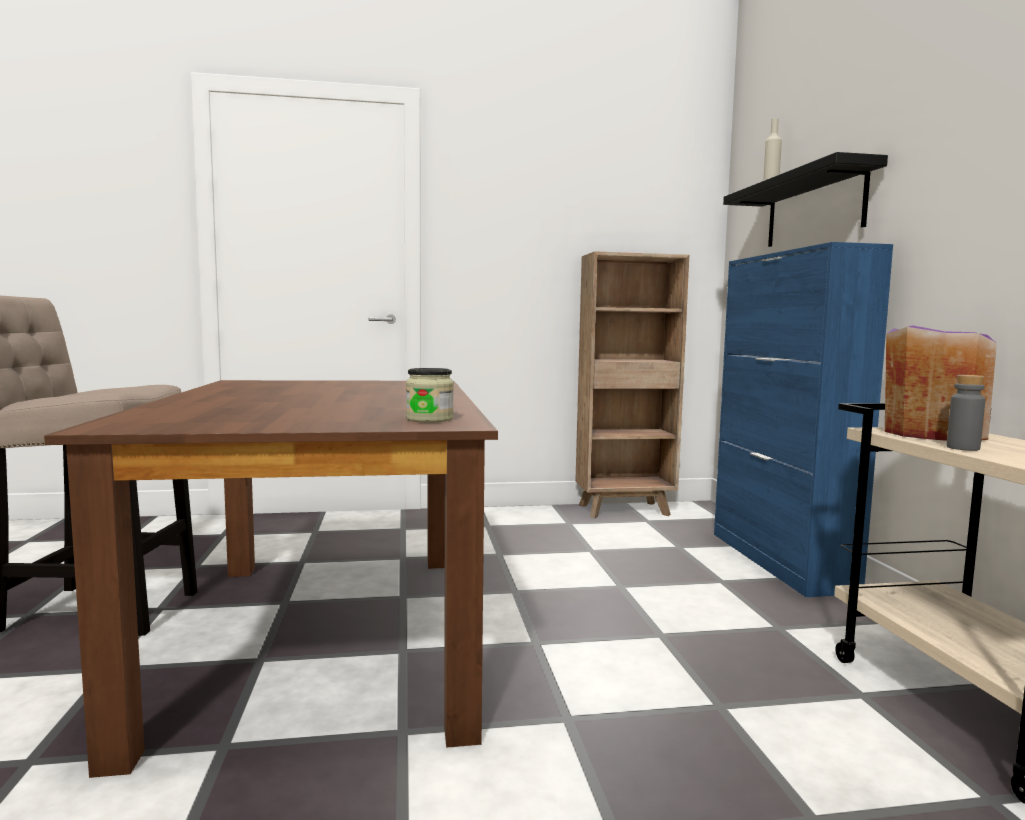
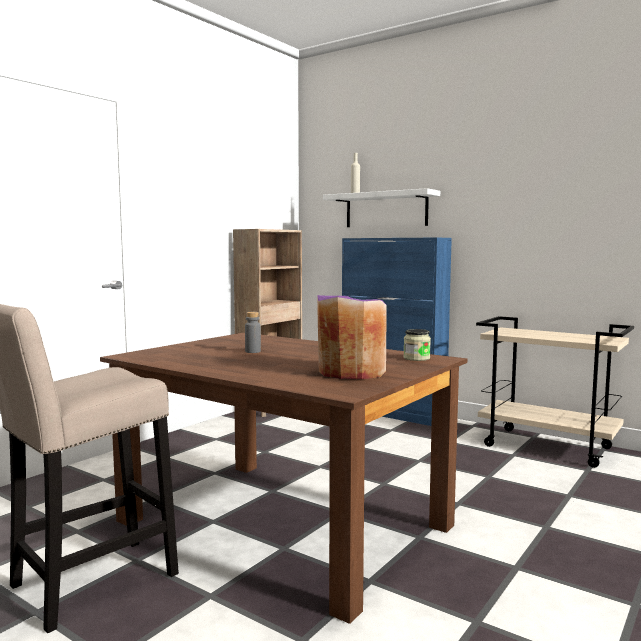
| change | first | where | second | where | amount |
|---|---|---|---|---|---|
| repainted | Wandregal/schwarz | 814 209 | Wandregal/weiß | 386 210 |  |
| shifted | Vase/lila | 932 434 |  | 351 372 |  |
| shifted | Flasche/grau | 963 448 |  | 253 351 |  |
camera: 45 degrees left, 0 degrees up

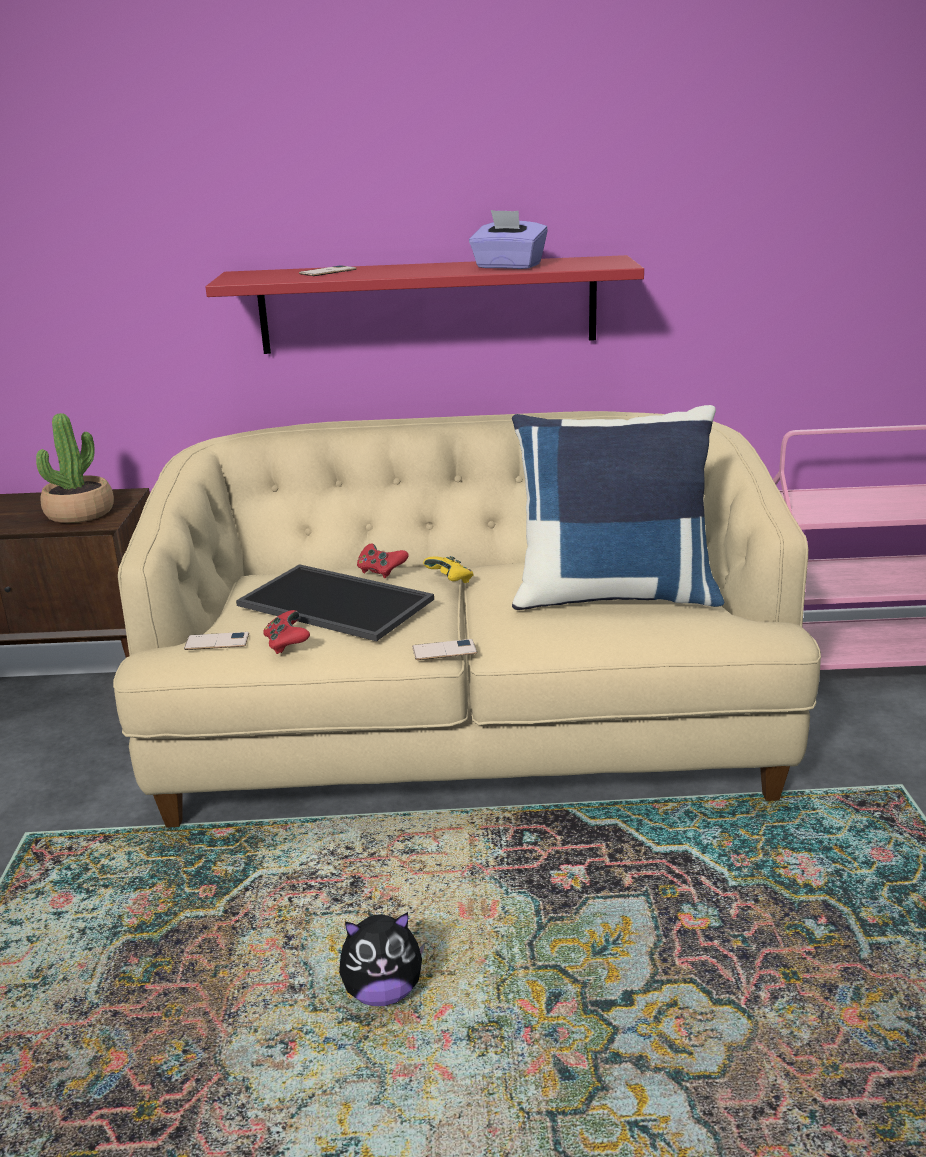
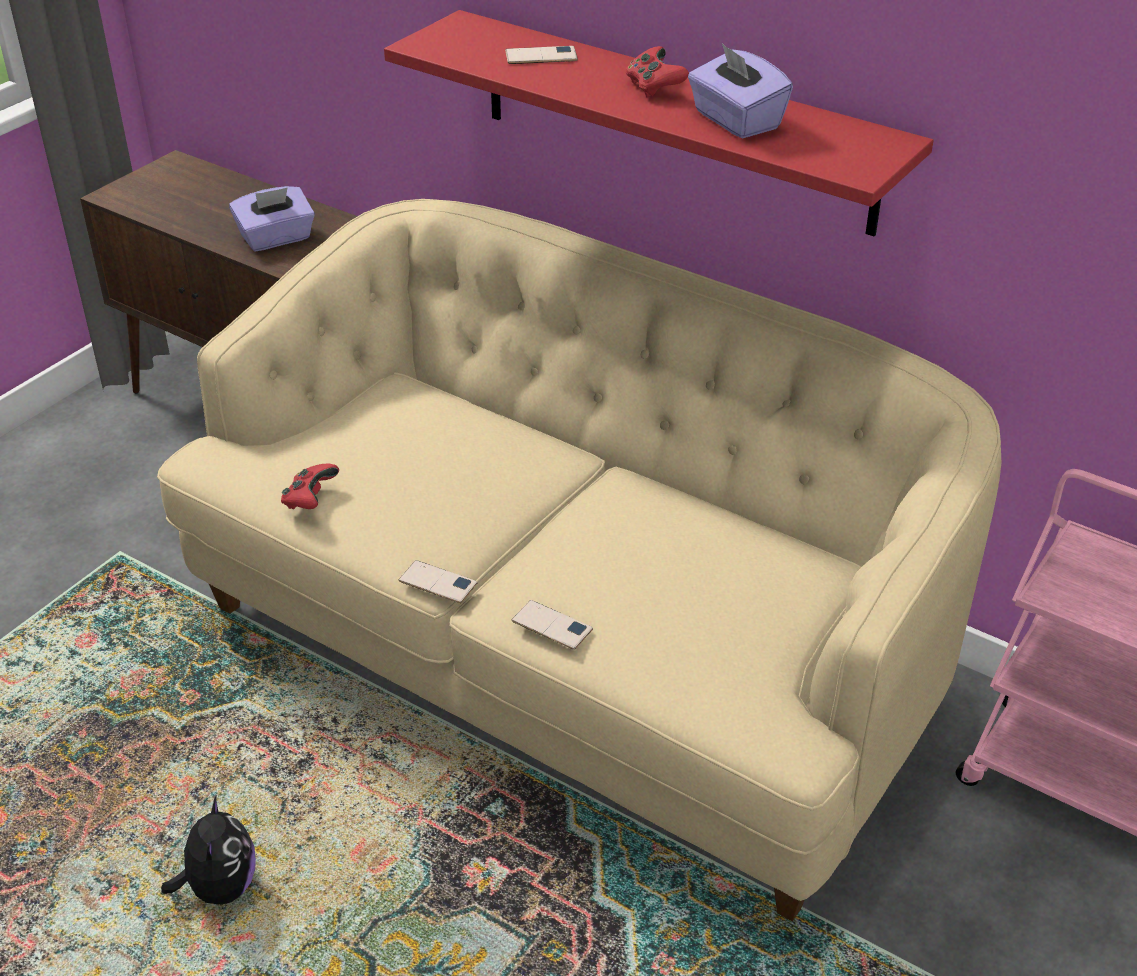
| change | first | where | second | where | amount |
|---|---|---|---|---|---|
| gone | Kissen/blau | 614 594 |  |  |  |
| swapped | Topfpflanze | 80 513 | Taschentuchbox/lila | 276 239 |  |
| shifted | Gamepad/rot | 381 571 |  | 654 87 |  |
| gone | Gamepad/gelb | 450 581 |  |  |  |
| gone | Tablett | 332 603 |  |  |  |
| shifted | Handy | 217 642 |  | 552 625 |  |
| rotated | Plüschtier | 383 992 |  | 220 887 | 120 degrees counterclockwise |
camera: 35 degrees right, 15 degrees up

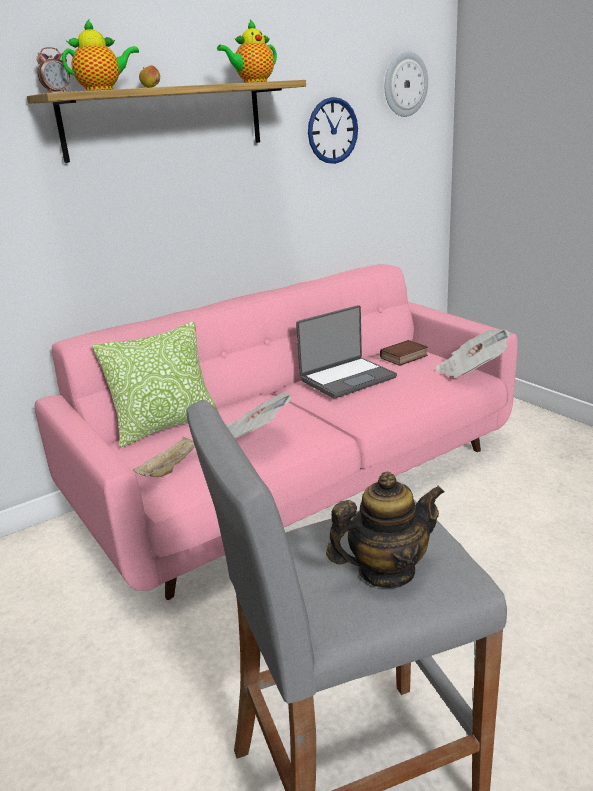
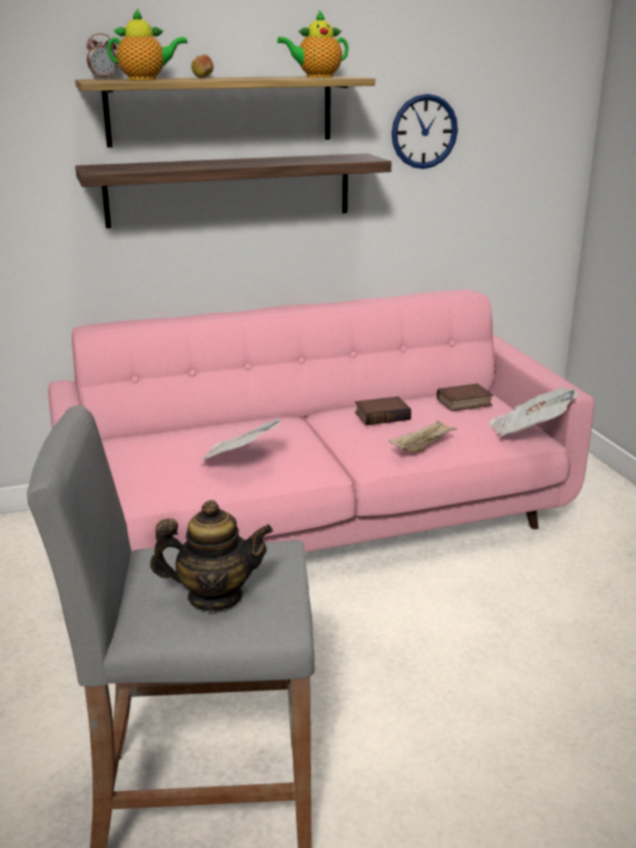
| change | first | where | second | where | amount |
|---|---|---|---|---|---|
| gone | Wanduhr | 405 84 |  |  |  |
| swapped | Laptop | 347 378 | Buch | 382 415 |  |
| gone | Kissen | 166 426 |  |  |  |
| shifted | Tablett/beige | 171 467 |  | 422 447 |  |
| new |  |  | Wandregal | 230 190 |  |
camera: 15 degrees right, 0 degrees up

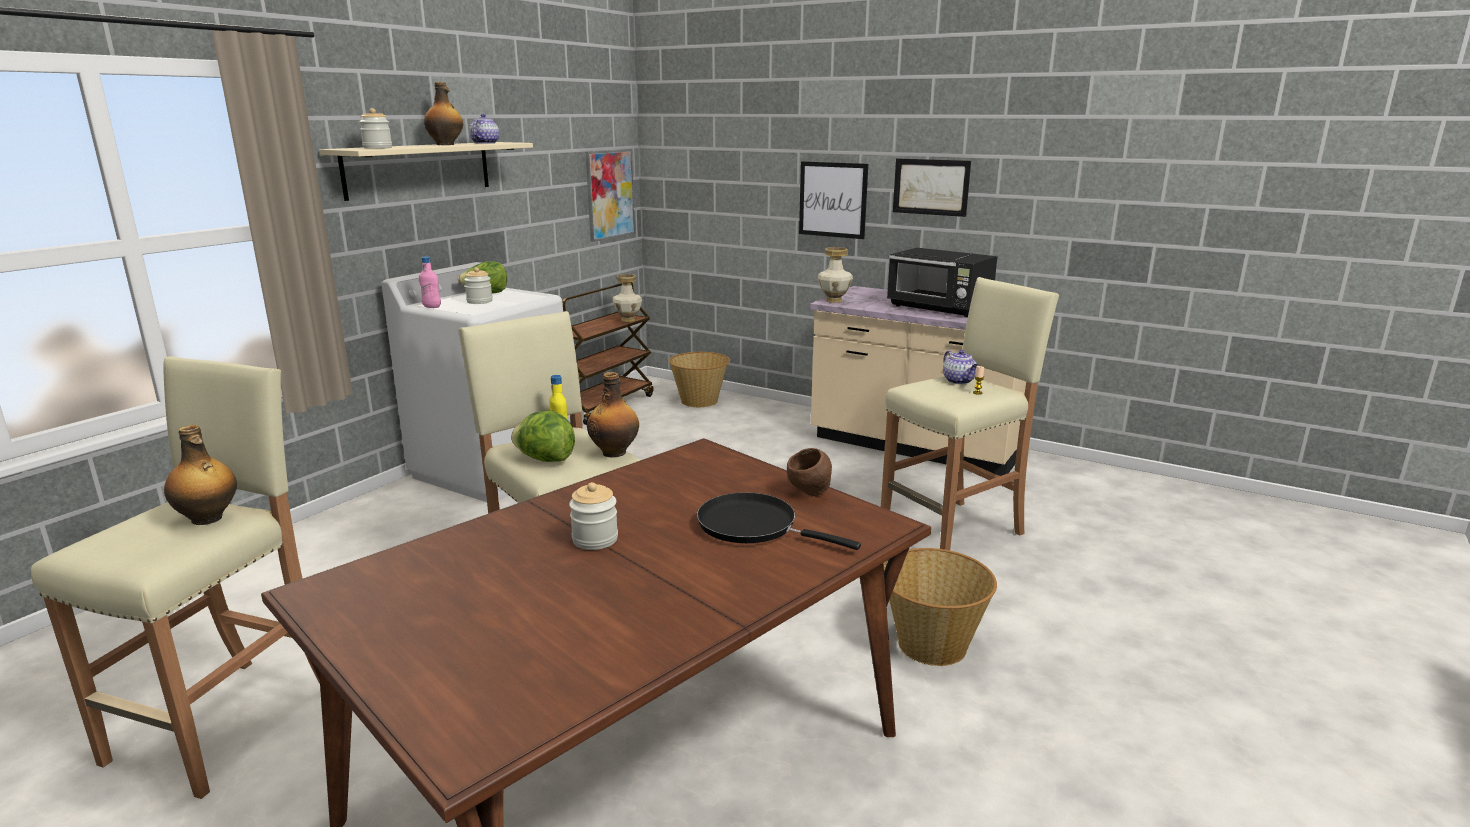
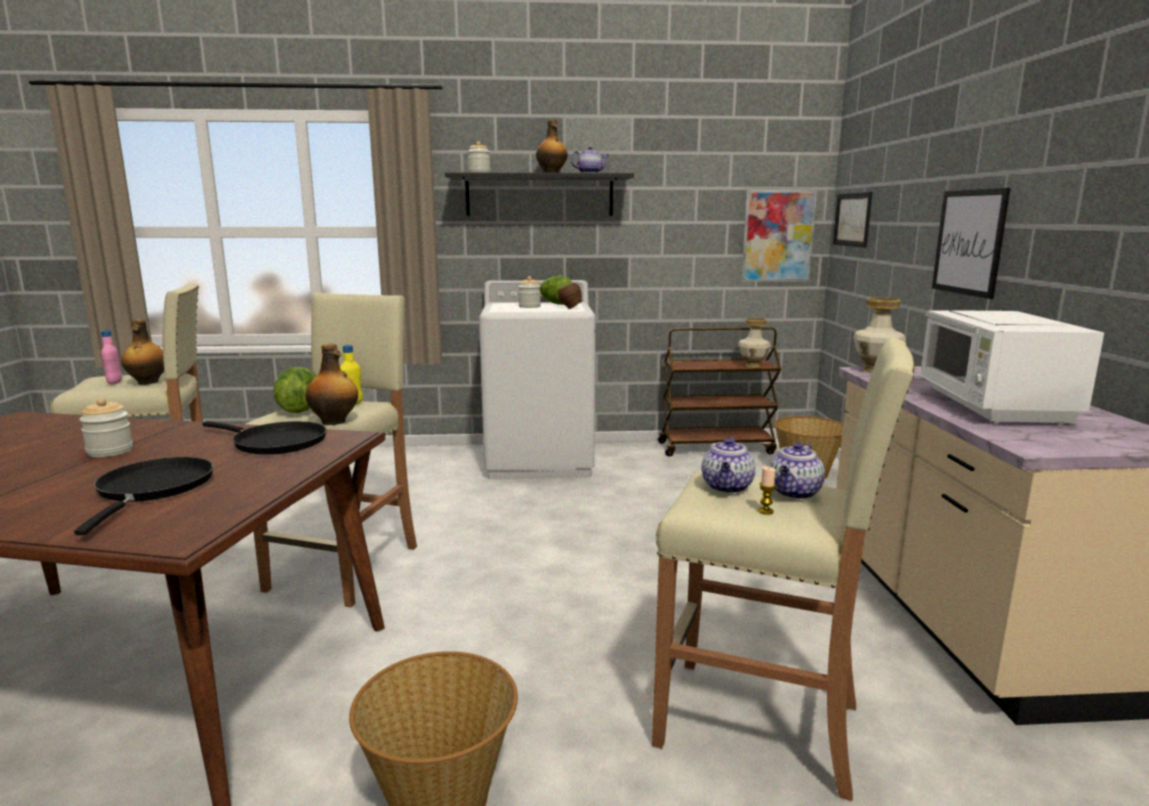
| change | first | where | second | where | amount |
|---|---|---|---|---|---|
| repainted | Wandregal/beige | 419 169 | Wandregal/schwarz | 539 195 |  |
| shifted | Bild | 931 187 |  | 852 219 |  |
| repainted | Mikrowelle/schwarz | 939 308 | Mikrowelle/weiß | 992 407 |  |
| shifted | Flasche/rosa | 432 307 |  | 114 382 |  |
| shifted | Schüssel/braun | 809 494 |  | 570 308 |  |
| new |  |  | Pfanne/schwarz | 275 442 |  |
| new |  |  | Teekanne | 727 487 |  |
camera: 55 degrees right, 5 degrees down

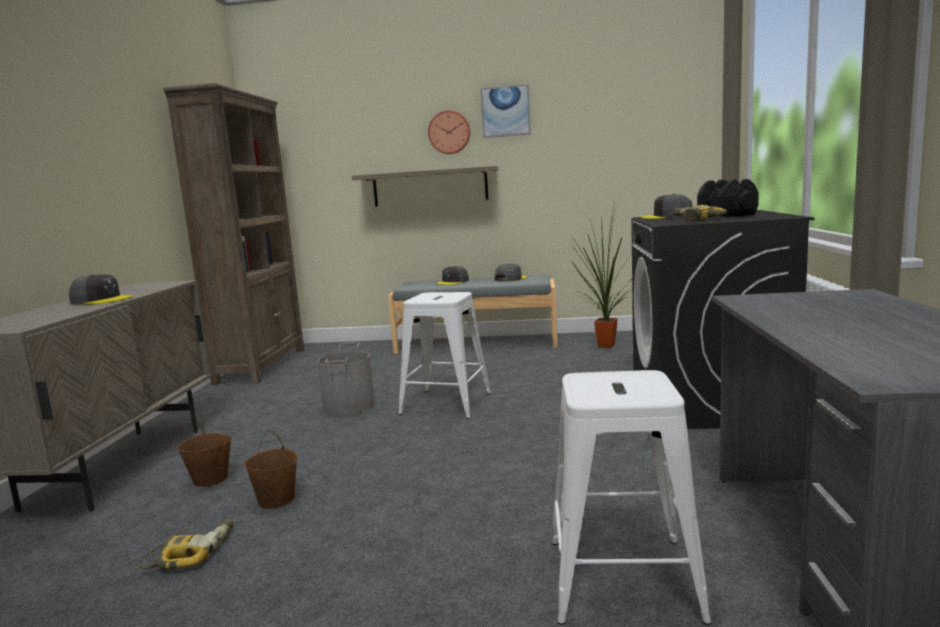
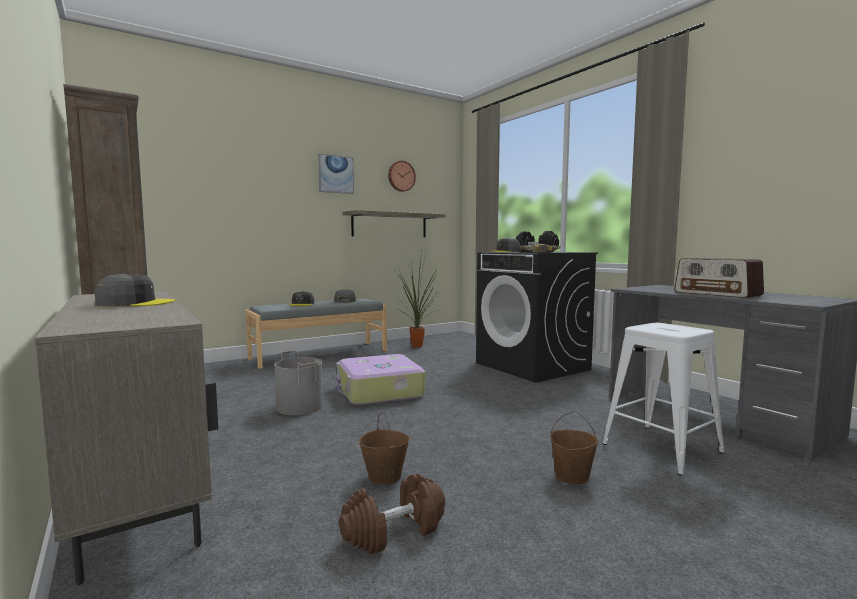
| change | first | where | second | where | amount |
|---|---|---|---|---|---|
| shifted | Wanduhr | 449 132 |  | 401 176 |  |
| shifted | Wandregal | 430 187 |  | 390 225 |  |
| swapped | Hocker/weiß | 445 403 | Koffer | 379 392 |  |
| shifted | Eimer/braun | 210 479 |  | 571 477 |  |
| swapped | Bohrmaschine | 192 552 | Hantel/braun | 394 531 |  |
| new |  |  | Radio | 717 294 |  |
camera: 40 degrees left, 5 degrees down

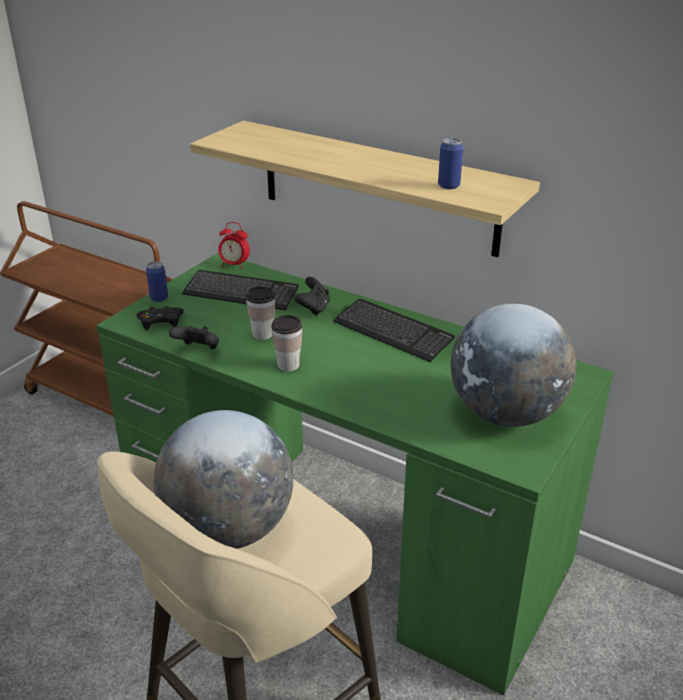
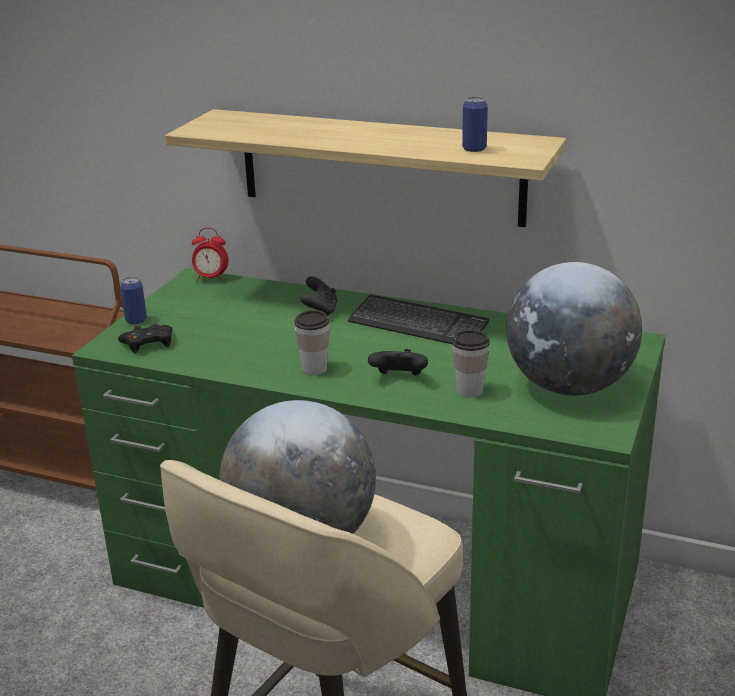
| change | first | where | second | where | amount |
|---|---|---|---|---|---|
| gone | Tastatur | 241 292 |  |  |  |
| shifted | Tasse | 262 334 |  | 469 390 |  |
| shifted | Gamepad/schwarz | 198 350 |  | 399 378 |  |
camera: 10 degrees left, 5 degrees down

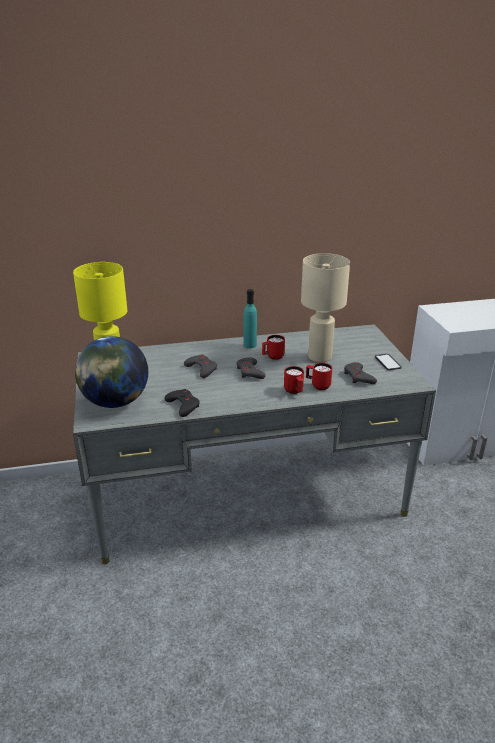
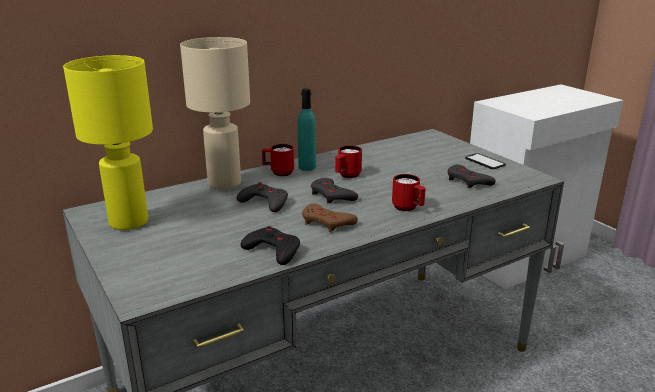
| change | first | where | second | where | amount |
|---|---|---|---|---|---|
| shifted | Tischlampe/beige | 319 357 |  | 223 183 |  |
| gone | Globus | 115 402 |  |  |  |
| shifted | Henkelbecher/rot | 318 385 |  | 278 172 |  |
| new |  |  | Gamepad/braun | 327 222 |  |
camera: 20 degrees left, 5 degrees down

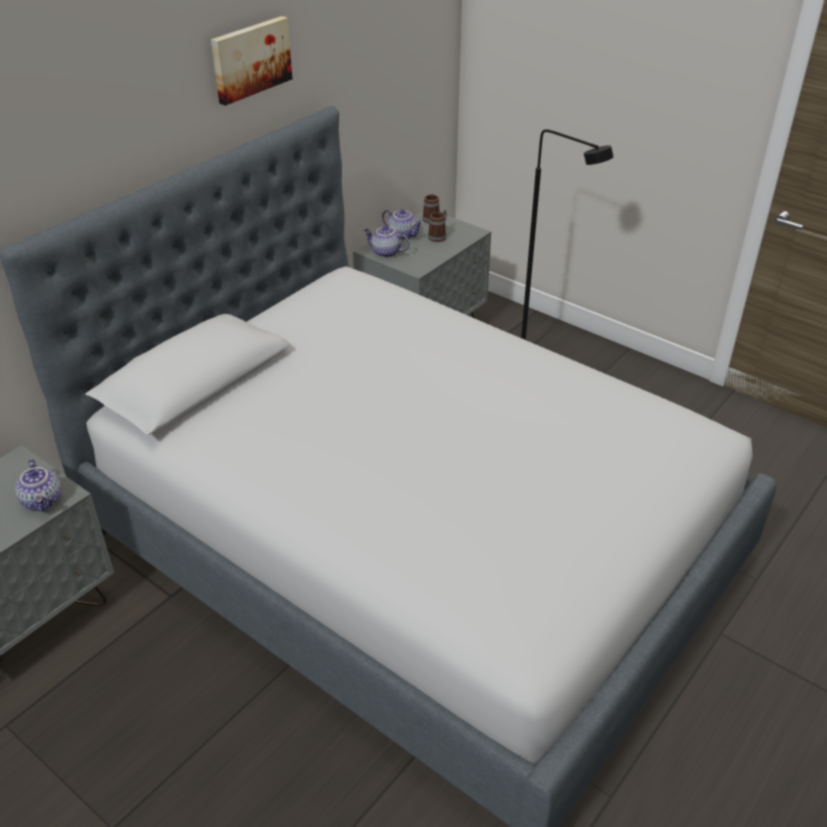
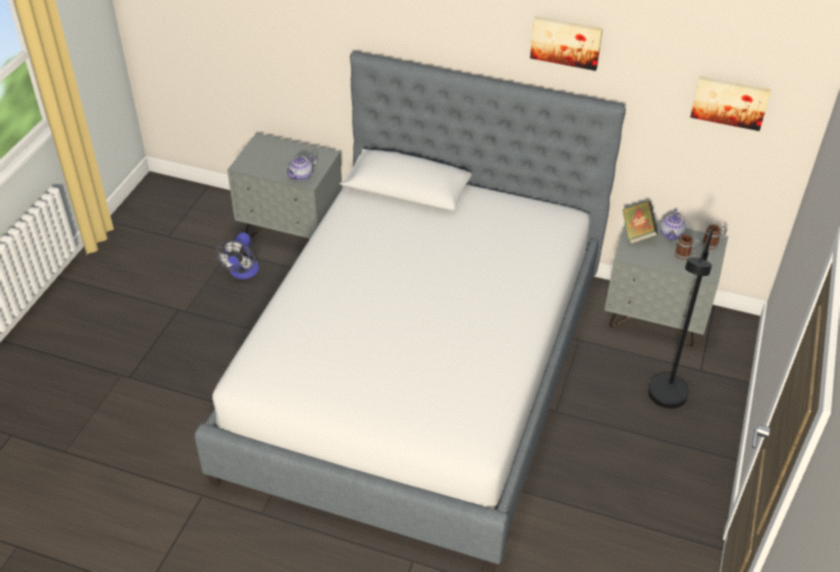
| change | first | where | second | where | amount |
|---|---|---|---|---|---|
| swapped | Teekanne | 385 253 | Buch | 637 232 |  |
| new |  |  | Bild | 730 102 |  |
| new |  |  | Ventilator | 242 273 |  |
camera: 70 degrees right, 5 degrees up

